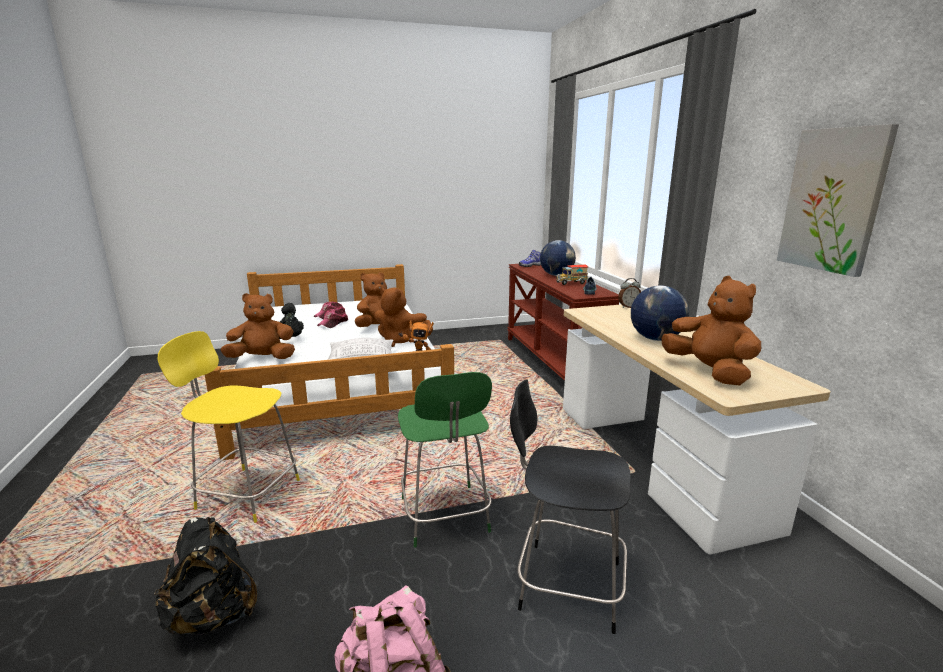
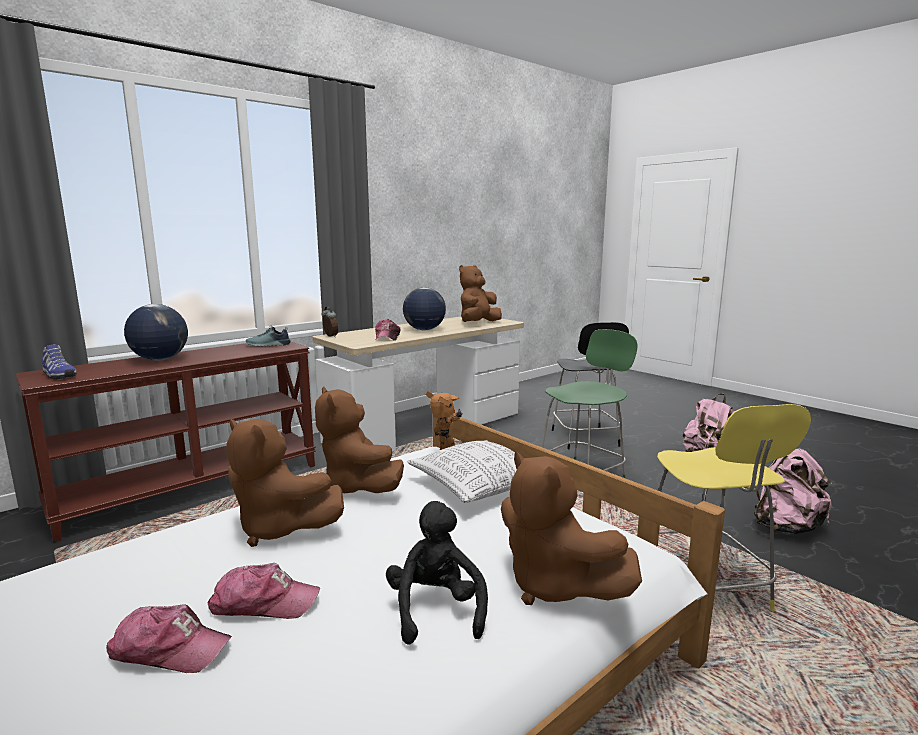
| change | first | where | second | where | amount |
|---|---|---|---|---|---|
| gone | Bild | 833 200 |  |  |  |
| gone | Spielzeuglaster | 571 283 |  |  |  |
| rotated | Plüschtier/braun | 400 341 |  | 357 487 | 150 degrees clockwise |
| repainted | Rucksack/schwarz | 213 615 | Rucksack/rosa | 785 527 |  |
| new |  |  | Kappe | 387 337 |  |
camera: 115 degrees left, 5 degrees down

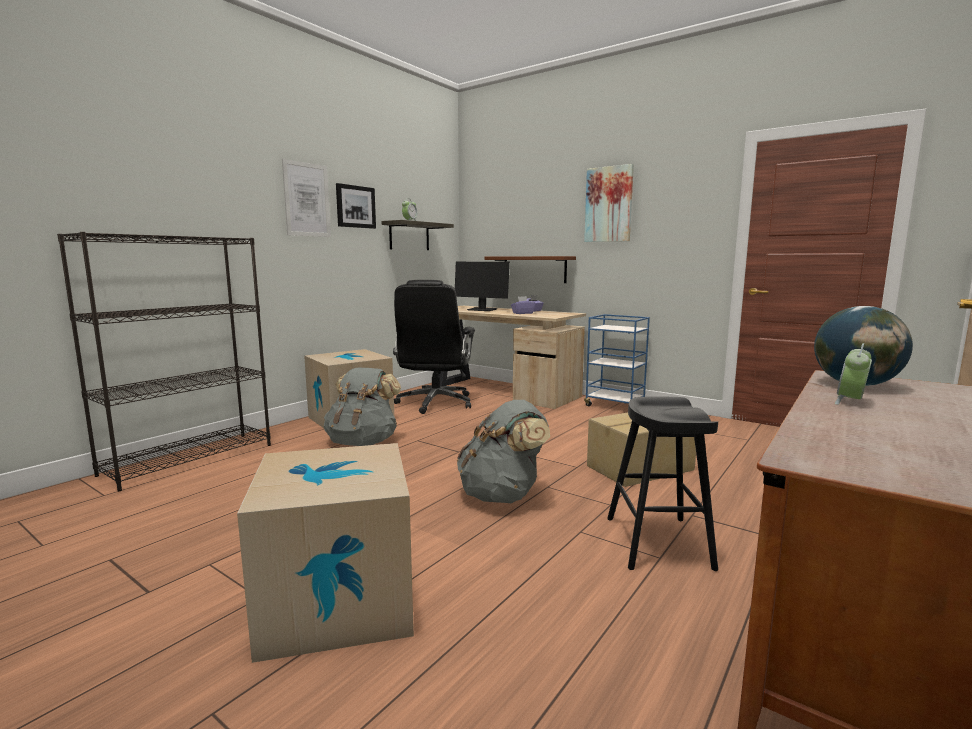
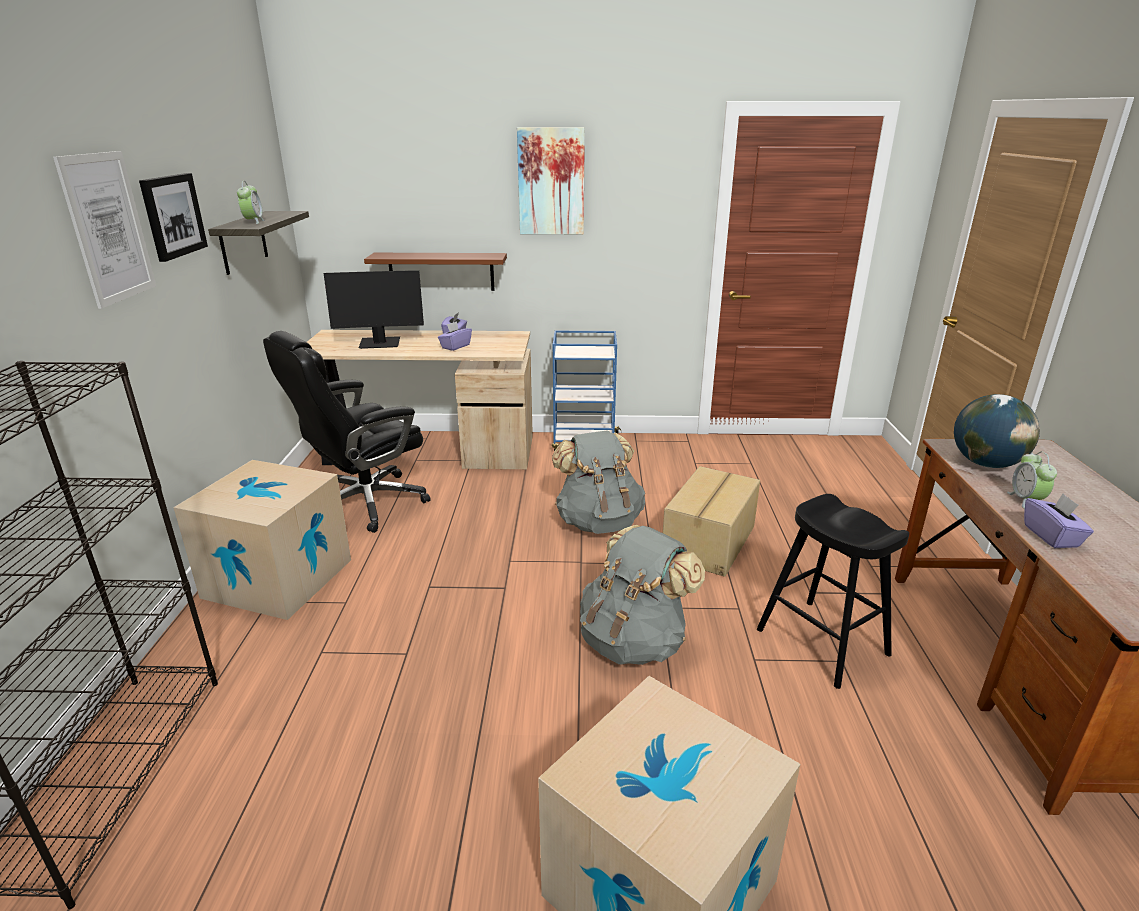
| change | first | where | second | where | amount |
|---|---|---|---|---|---|
| rotated | Bürostuhl/schwarz | 435 403 |  | 364 503 | 75 degrees clockwise |
| shifted | Rucksack/grau | 363 443 |  | 598 521 |  |
| new |  |  | Taschentuchbox/lila | 1051 536 |  |
camera: 35 degrees left, 15 degrees up

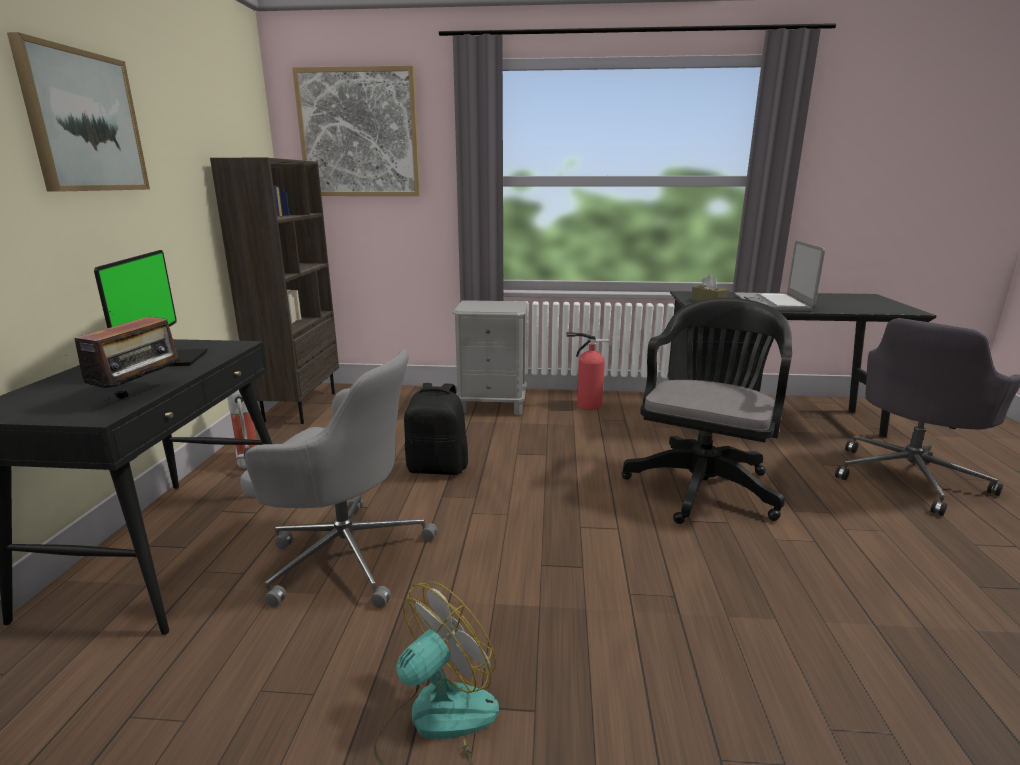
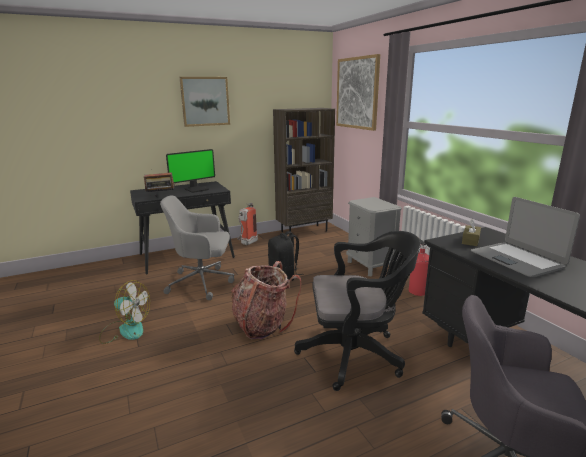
| change | first | where | second | where | amount |
|---|---|---|---|---|---|
| rotated | Laptop | 772 303 |  | 517 260 | 90 degrees counterclockwise |
| rotated | Bürostuhl/grau | 345 555 |  | 202 283 | 105 degrees clockwise |
| new |  |  | Rucksack | 262 325 |  |
camera: 60 degrees right, 0 degrees up

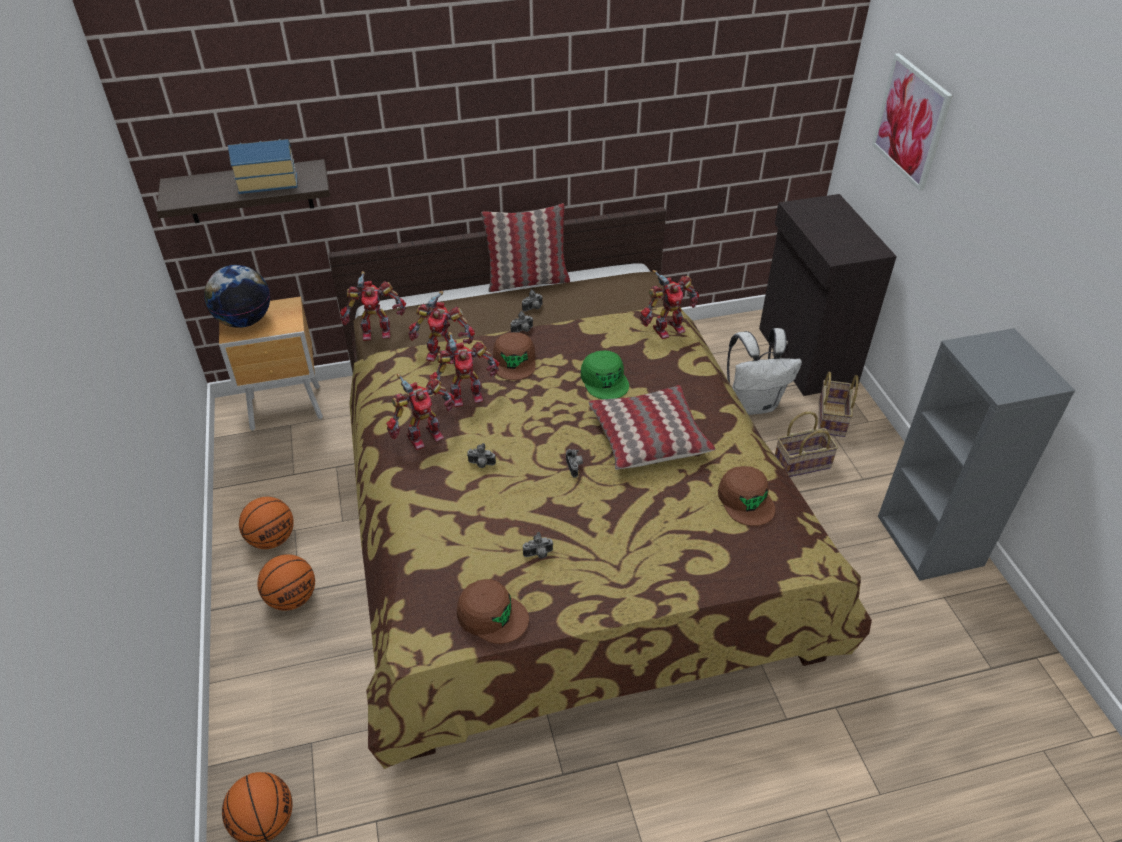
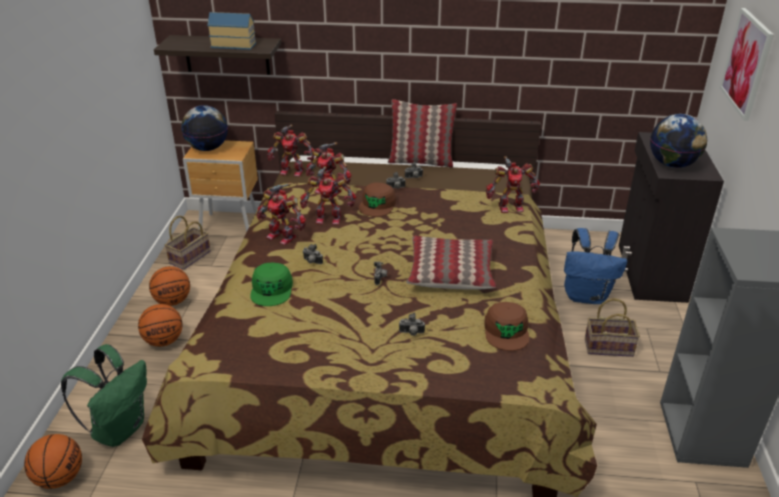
| change | first | where | second | where | amount |
|---|---|---|---|---|---|
| repainted | Rucksack/weiß | 753 404 | Rucksack/blau | 586 296 |  |
| shifted | Kappe/grün | 604 380 |  | 272 289 |  |
| shifted | Korb | 832 420 |  | 190 258 |  |
| rotated | Spielzeugroboter | 423 435 |  | 282 236 | 45 degrees clockwise |
| shifted | Kamera | 538 554 |  | 411 333 |  |
| gone | Kappe/braun | 492 615 |  |  |  |
| new |  |  | Globus | 672 164 |  |
| new |  |  | Rucksack/grün | 119 429 |  |
camera: 20 degrees right, 10 degrees down

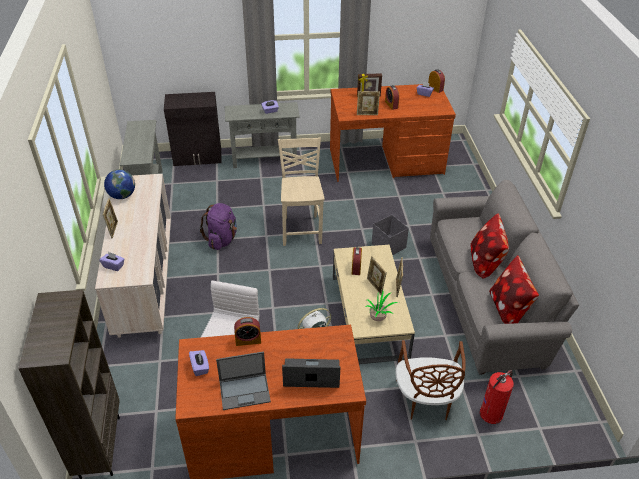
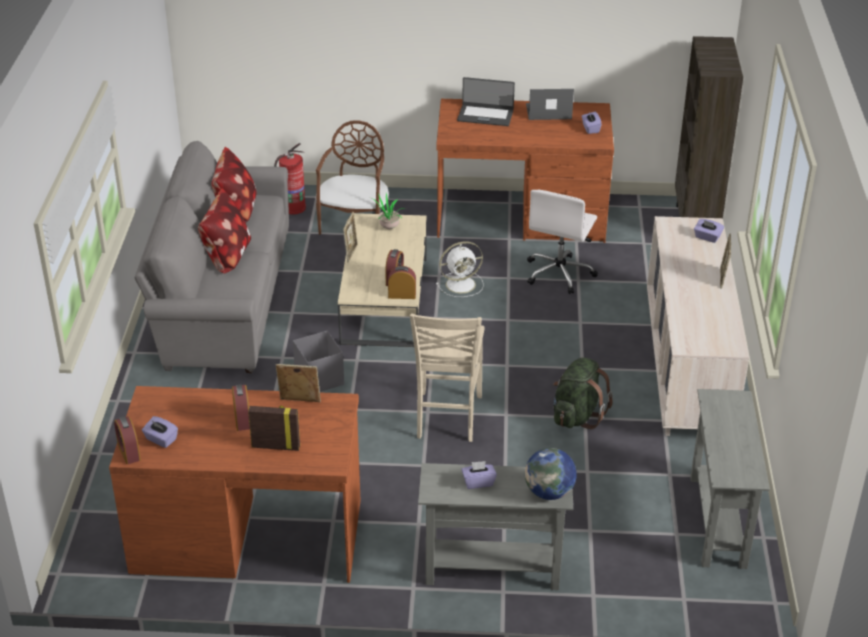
| change | first | where | second | where | amount |
|---|---|---|---|---|---|
| gone | Schrank/schwarz | 198 157 |  |  |  |
| shifted | Globus | 122 196 |  | 549 492 |  |
| repainted | Rucksack/lila | 222 239 | Rucksack/grün | 577 416 |  |
| gone | Bilderrahmen | 375 286 |  |  |  |
| shifted | Wecker | 248 340 |  | 402 295 |  |
camera: 170 degrees left, 5 degrees down

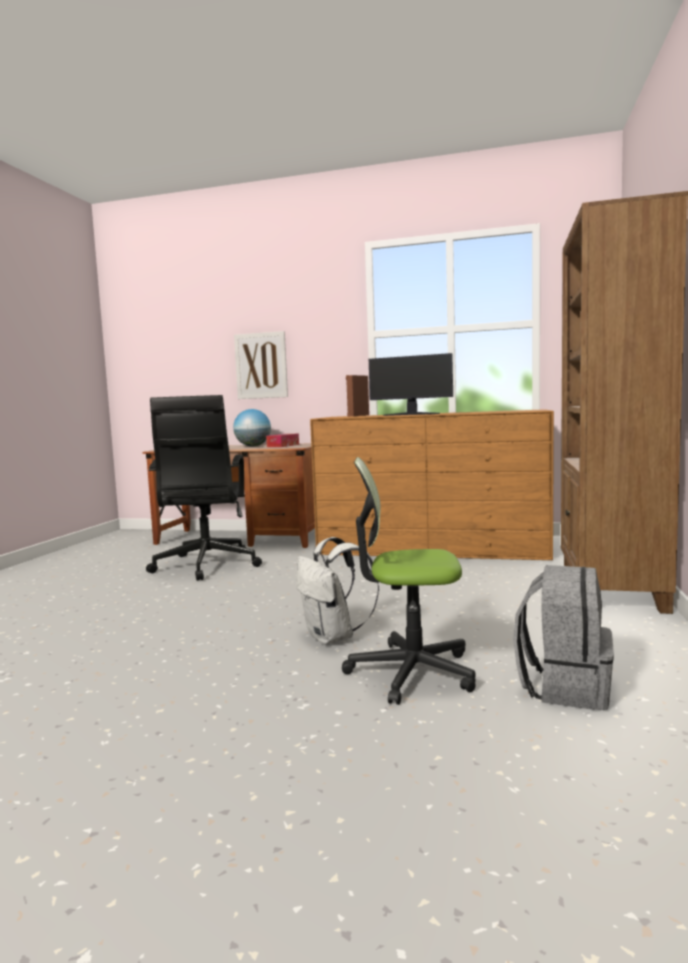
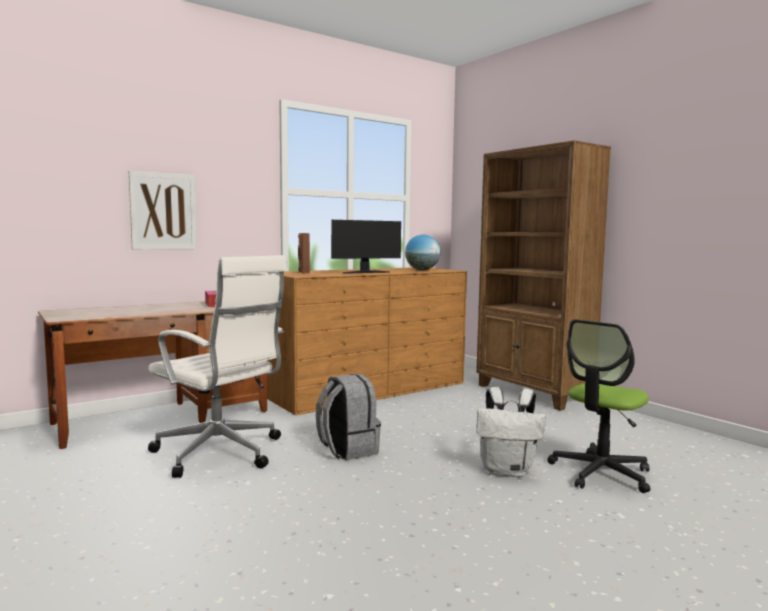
| change | first | where | second | where | amount |
|---|---|---|---|---|---|
| repainted | Bürostuhl/schwarz | 206 566 | Bürostuhl/weiß | 220 453 |  |
| shifted | Globus | 253 446 |  | 422 270 |  |
| shifted | Rucksack/grau | 564 687 |  | 347 450 |  |
camera: 50 degrees left, 0 degrees up

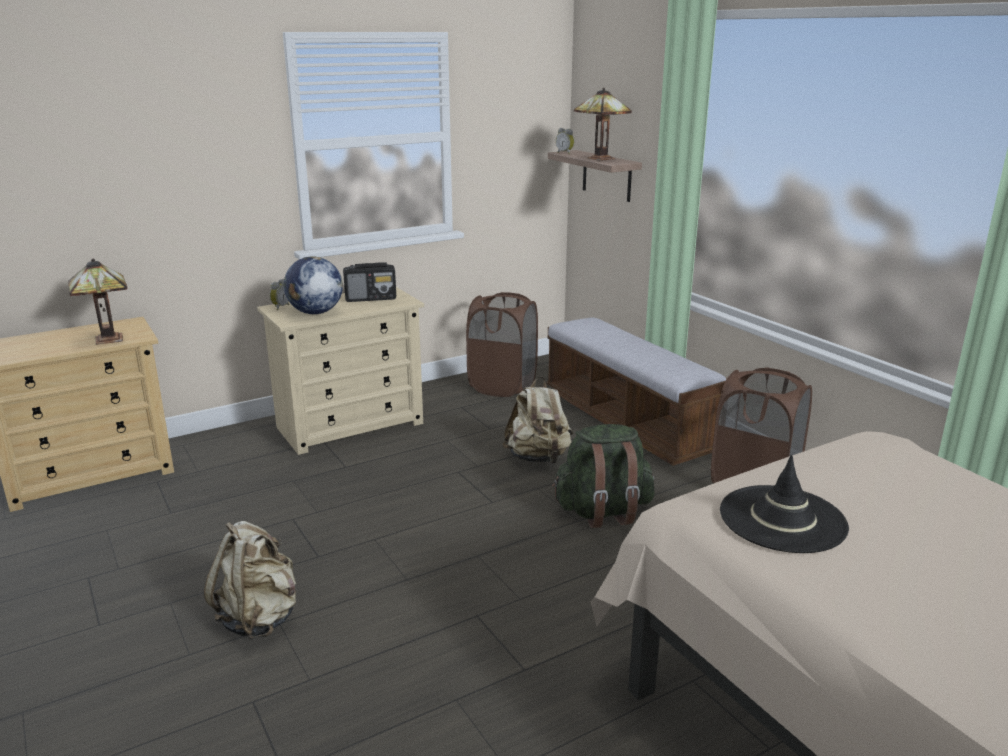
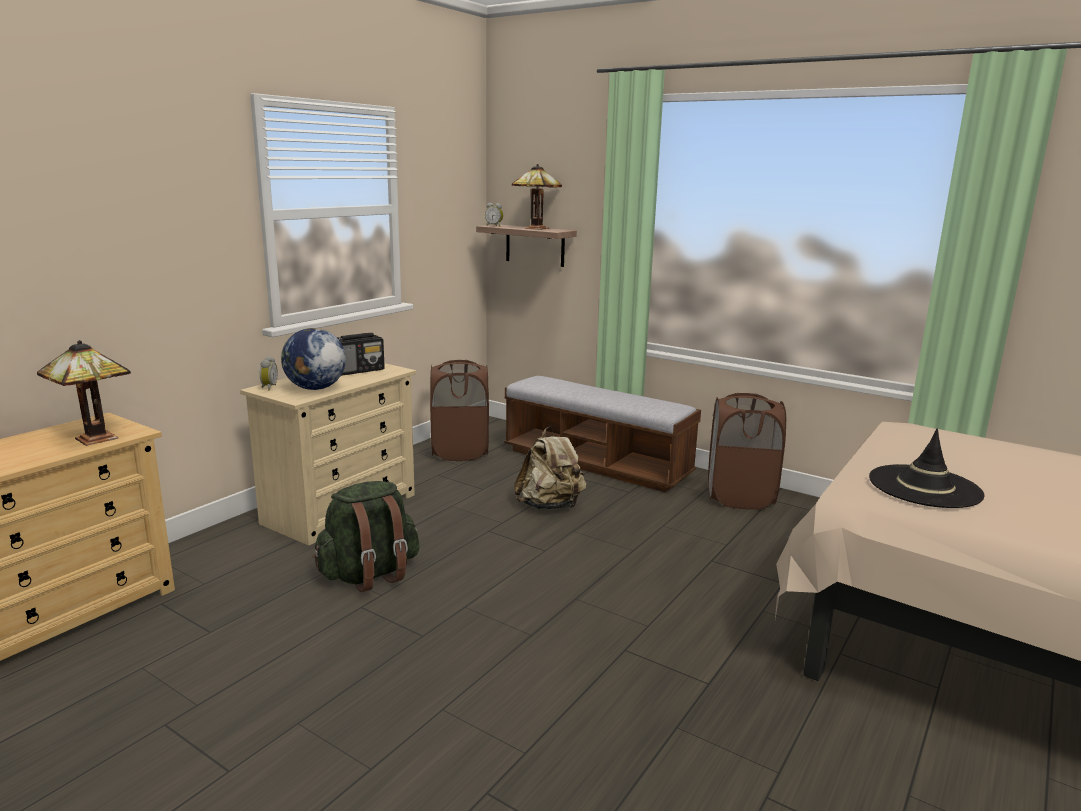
| change | first | where | second | where | amount |
|---|---|---|---|---|---|
| shifted | Rucksack/grün | 603 512 |  | 369 574 |  |
| gone | Rucksack/beige | 259 618 |  |  |  |
camera: 25 degrees left, 5 degrees down

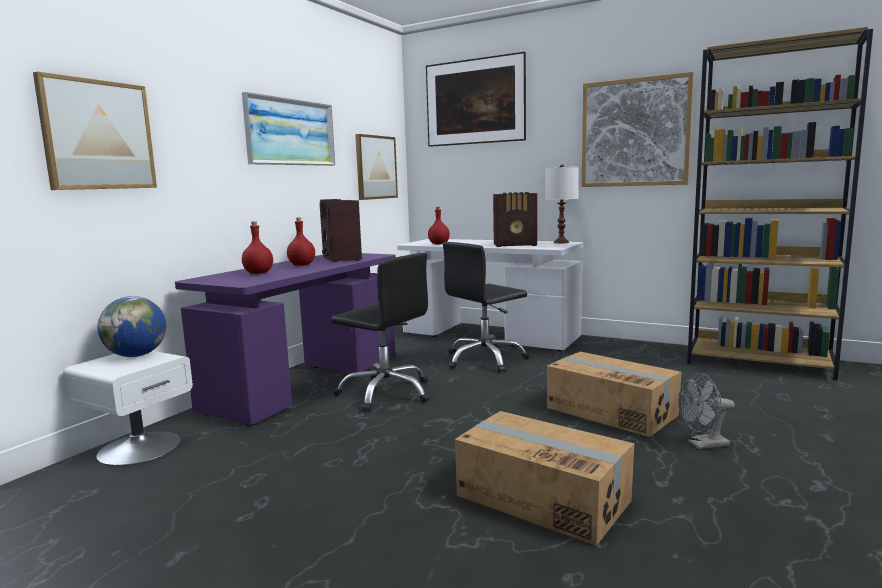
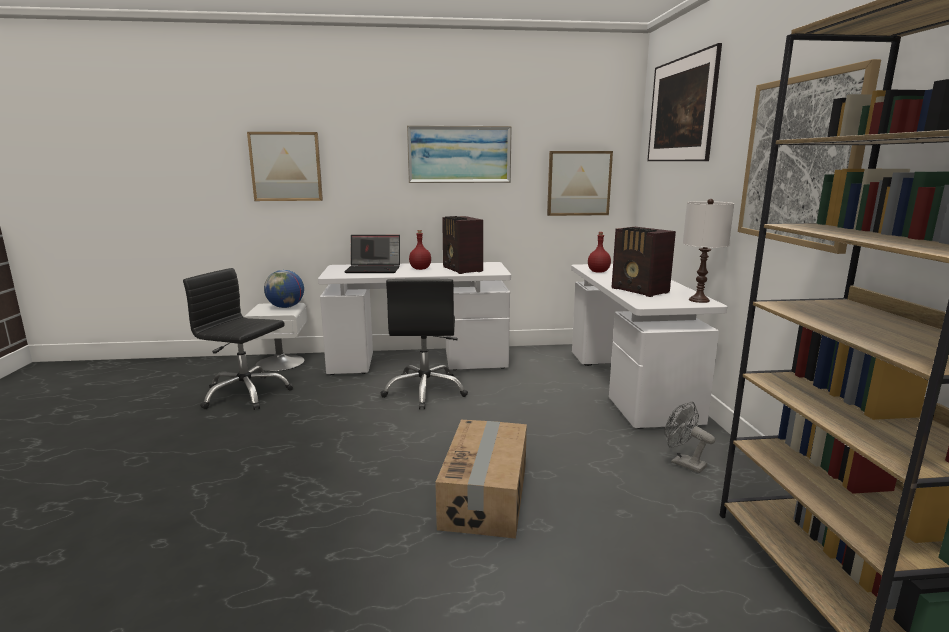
| change | first | where | second | where | amount |
|---|---|---|---|---|---|
| rotated | Radio | 341 259 |  | 462 269 | 60 degrees counterclockwise |
| swapped | Flasche/rot | 258 273 | Laptop | 374 269 |  |
| shifted | Bürostuhl/schwarz | 485 360 |  | 245 394 |  |
| repainted | Schreibtisch/lila | 307 382 | Schreibtisch/weiß | 418 362 |  |
| shifted | Ventilator/grau | 703 445 |  | 683 463 |  |
| gone | Karton | 543 497 |  |  |  |
camera: 55 degrees right, 5 degrees up

